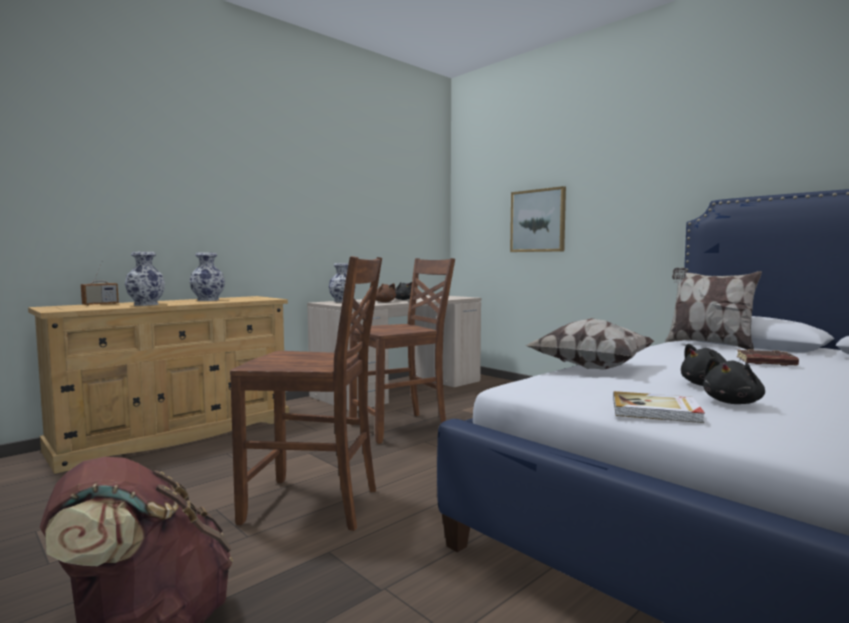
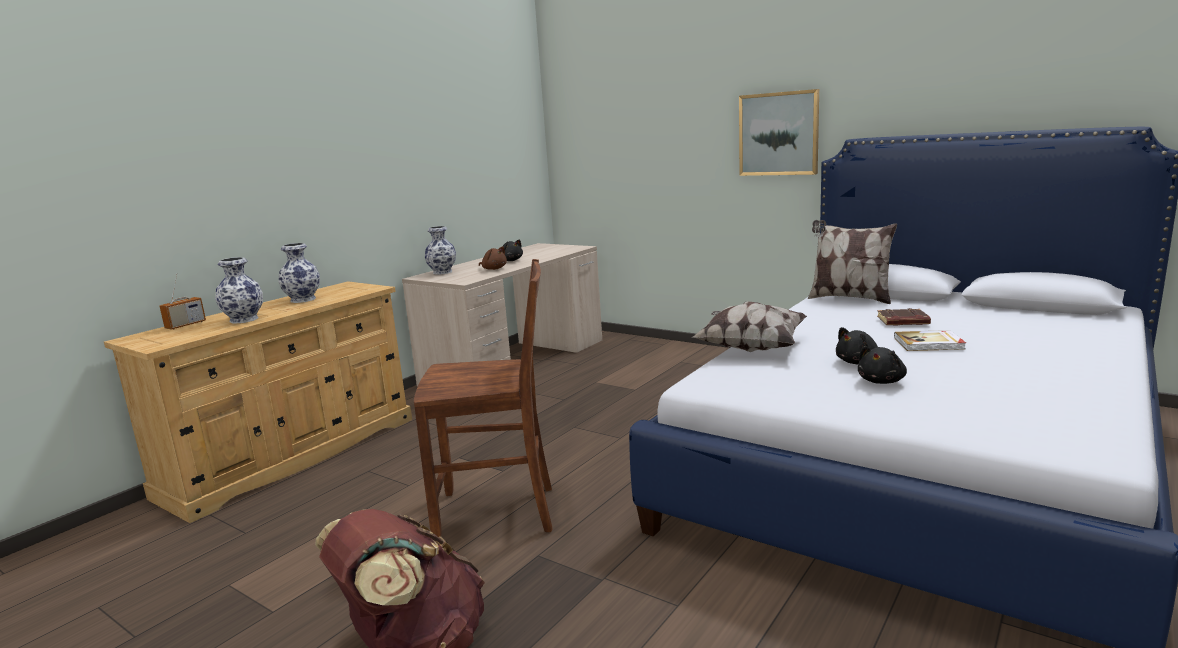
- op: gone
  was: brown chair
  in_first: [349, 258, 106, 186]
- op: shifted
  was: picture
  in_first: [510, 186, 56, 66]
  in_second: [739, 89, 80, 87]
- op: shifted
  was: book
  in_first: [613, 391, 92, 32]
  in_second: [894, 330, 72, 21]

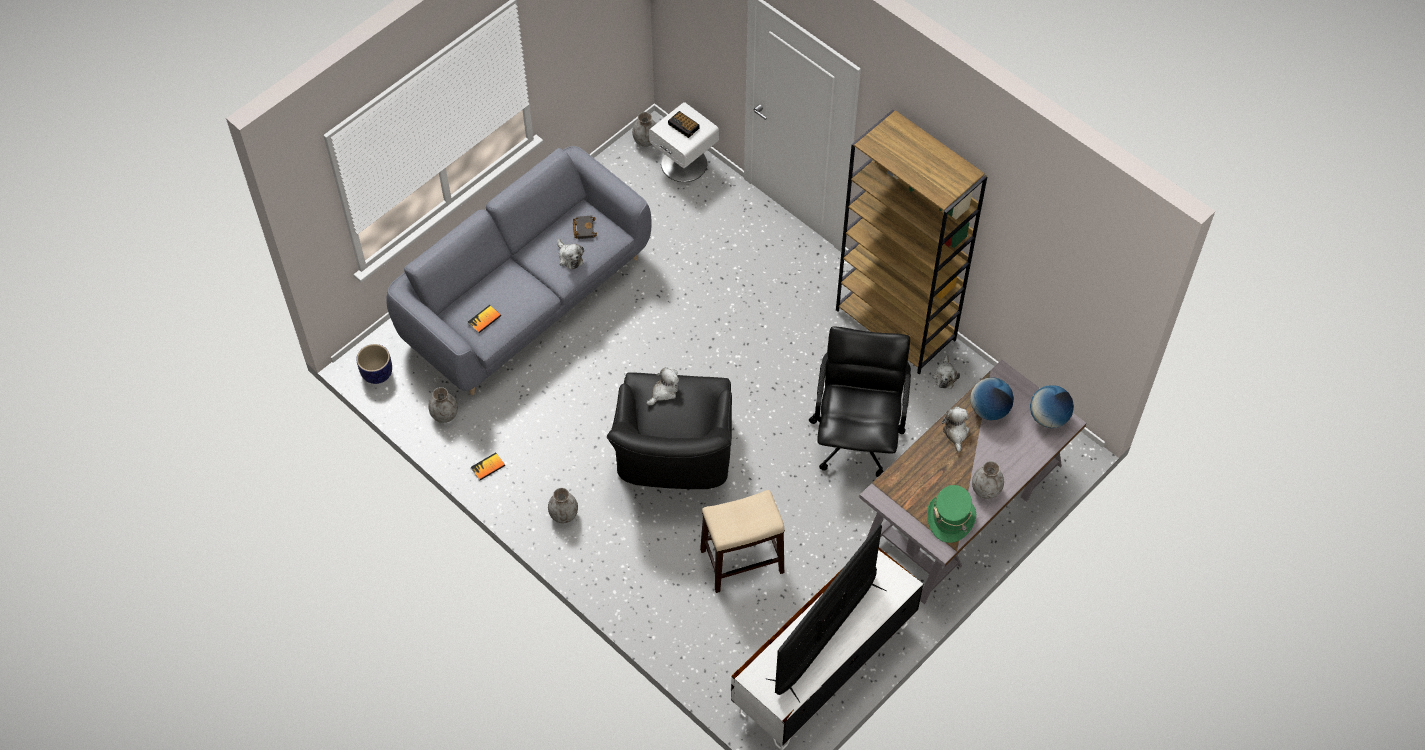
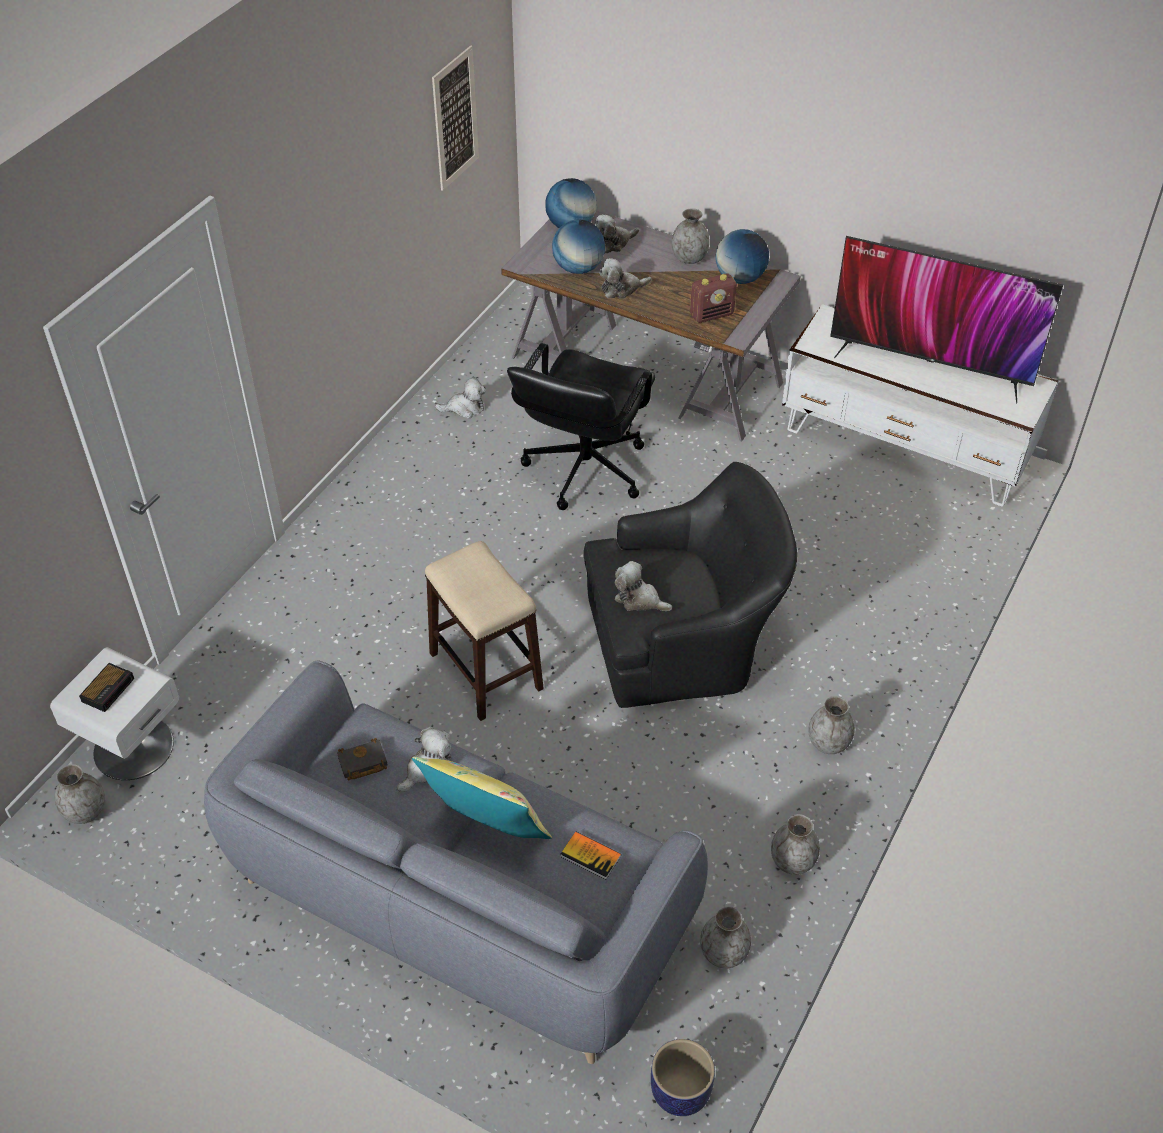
- op: swapped
  was: book
  now: grey vase
  in_first: [471, 453, 34, 27]
  in_second: [771, 814, 49, 61]
- op: shifted
  was: stool
  in_first: [700, 490, 85, 103]
  in_second: [425, 541, 119, 180]
- op: rotated
  was: black office chair
  in_first: [809, 327, 102, 150]
  in_second: [507, 343, 149, 167]
  clockwise: -60
- op: gone
  was: brown bookcase
  in_first: [836, 110, 152, 264]
- op: swapped
  was: green hat
  now: globe
  in_first: [927, 485, 49, 58]
  in_second: [716, 229, 53, 55]
- op: new
  now: yellow pillow
  in_second: [412, 757, 140, 82]
- op: new
  now: picture
  in_second: [432, 45, 47, 146]
- op: new
  now: plush toy
  in_second: [595, 215, 44, 39]
- op: new
  now: radio
  in_second: [690, 273, 47, 50]

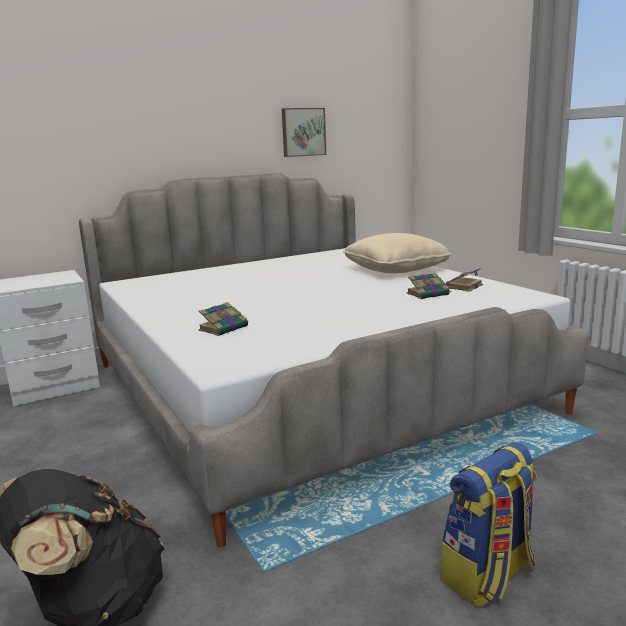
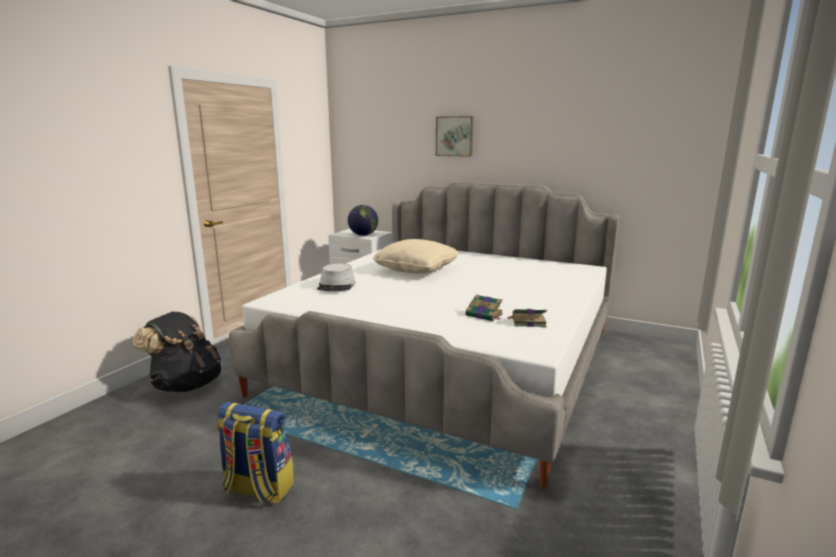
- op: swapped
  was: book
  now: grey hat
  in_first: [198, 302, 51, 34]
  in_second: [317, 263, 38, 28]
- op: shifted
  was: picture
  in_first: [282, 108, 44, 49]
  in_second: [436, 116, 38, 41]
- op: shifted
  was: beige pillow
  in_first: [343, 233, 108, 40]
  in_second: [372, 239, 87, 35]
- op: new
  now: globe
  in_second: [348, 205, 30, 31]

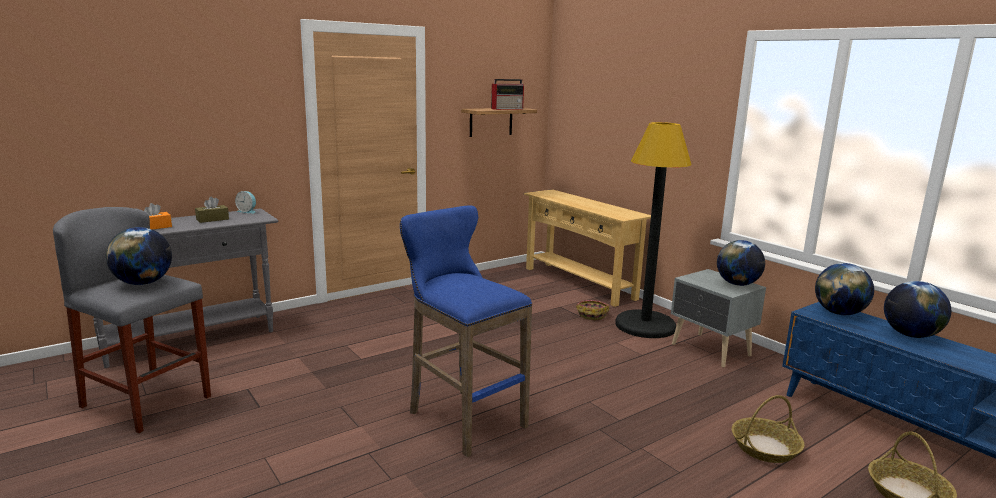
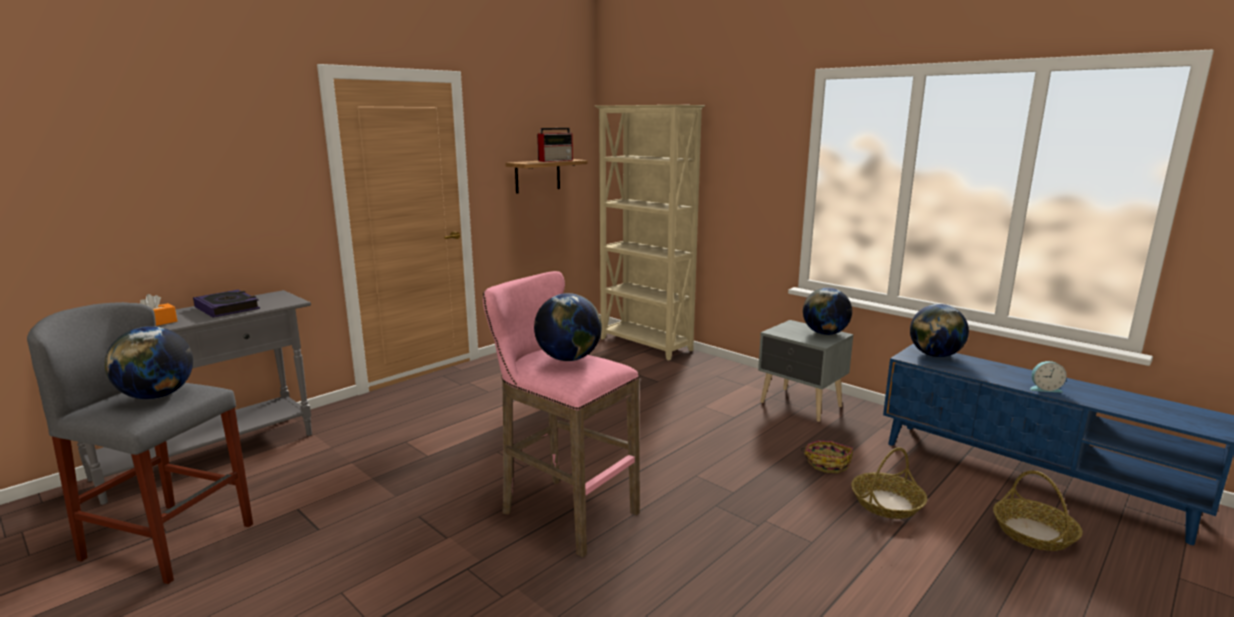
- op: swapped
  was: brown tissue box
  now: book
  in_first: [195, 197, 34, 26]
  in_second: [193, 290, 67, 28]
- op: shifted
  was: alarm clock
  in_first: [235, 191, 21, 23]
  in_second: [1030, 361, 37, 31]
- op: repainted
  was: blue stool
  now: pink stool
  in_first: [400, 206, 132, 251]
  in_second: [483, 271, 157, 287]
- op: swapped
  was: beige console table
  now: beige bookcase
  in_first: [524, 189, 127, 118]
  in_second: [595, 105, 110, 255]
- op: shifted
  was: basket
  in_first: [576, 300, 33, 20]
  in_second: [801, 441, 52, 32]
- op: gone
  was: black floor lamp
  in_first: [615, 122, 77, 216]
- op: shifted
  was: globe
  in_first: [884, 281, 67, 57]
  in_second: [534, 293, 68, 68]

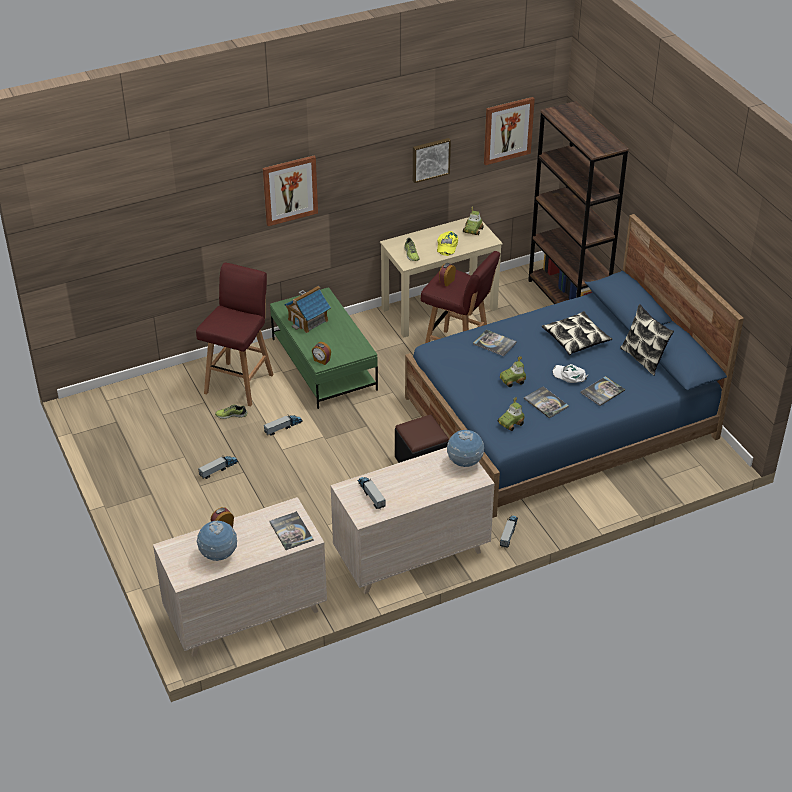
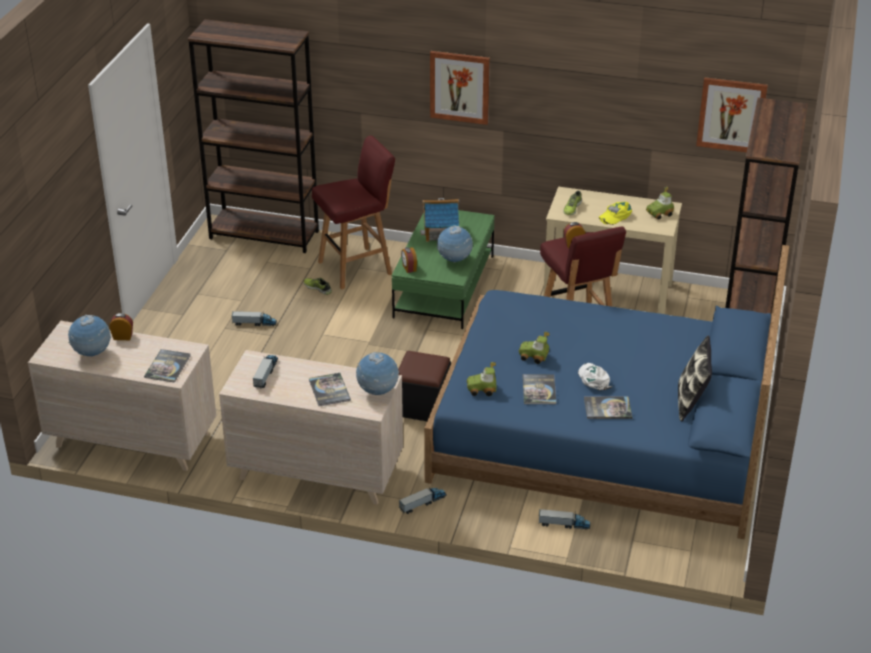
- op: shifted
  was: toy truck
  in_first: [264, 414, 39, 22]
  in_second: [539, 509, 51, 21]
- op: gone
  was: picture
  in_first: [413, 138, 38, 45]
- op: shifted
  was: book
  in_first: [473, 330, 44, 26]
  in_second: [309, 373, 42, 33]
- op: gone
  was: pillow
  in_first: [542, 311, 70, 44]
- op: new
  now: brown bookcase
  in_second: [188, 19, 131, 234]
- op: new
  now: globe
  in_second: [437, 225, 36, 38]

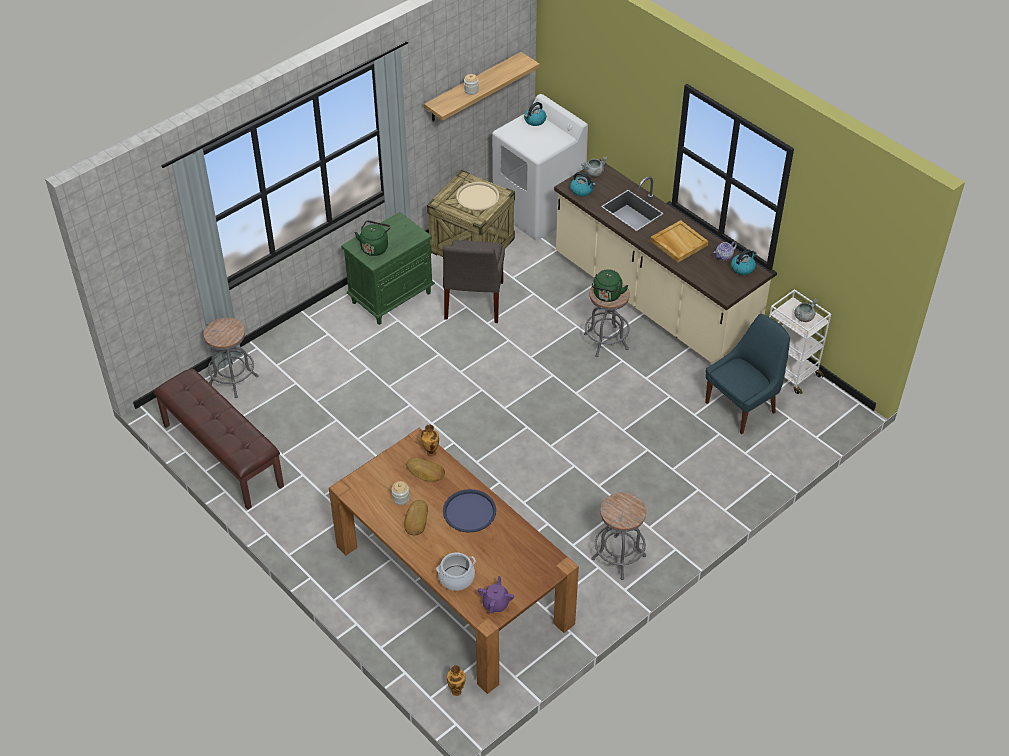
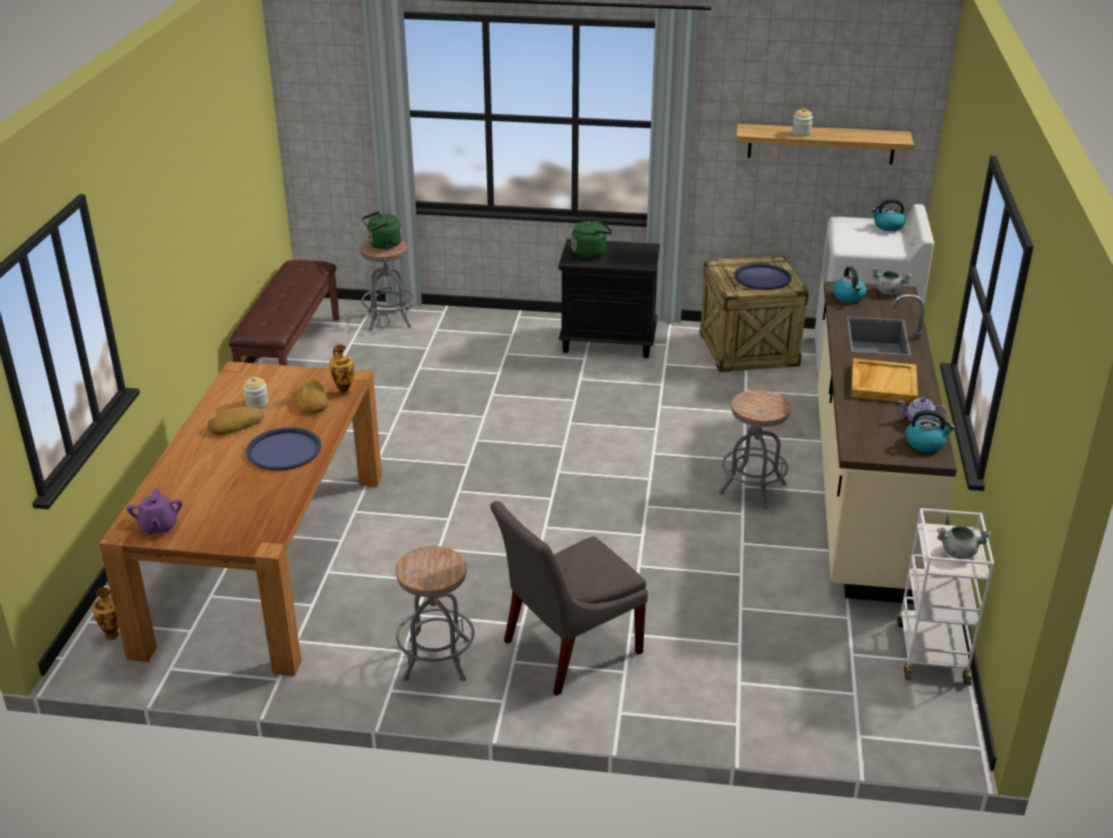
- op: repainted
  was: green nightstand
  now: black nightstand
  in_first: [341, 212, 94, 113]
  in_second: [558, 239, 102, 119]
- op: gone
  was: cooking pot
  in_first: [436, 553, 40, 38]
- op: shifted
  was: grey chair
  in_first: [443, 240, 62, 83]
  in_second: [490, 501, 158, 195]
- op: repainted
  was: beige tray
  now: blue tray
  in_first: [456, 182, 43, 29]
  in_second: [734, 263, 58, 27]
- op: rotated
  was: purple teapot
  in_first: [478, 576, 36, 37]
  in_second: [127, 488, 55, 47]
  clockwise: 105
- op: shifted
  was: green kettle
  in_first: [592, 269, 36, 33]
  in_second: [362, 211, 40, 38]
- op: gone
  was: blue chair
  in_first: [705, 314, 85, 120]

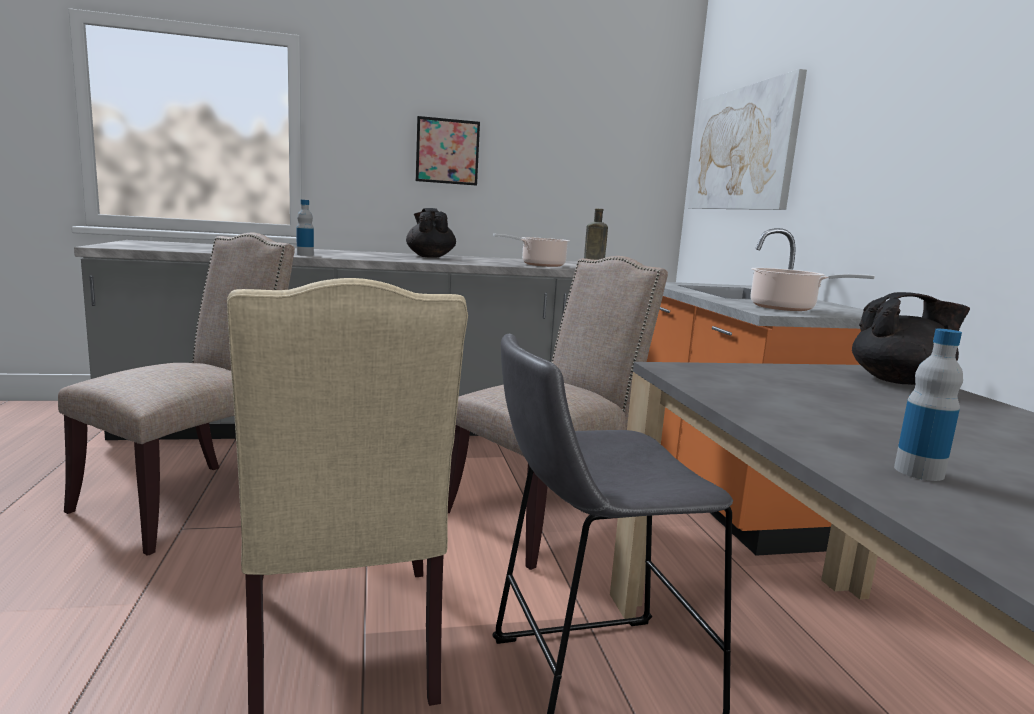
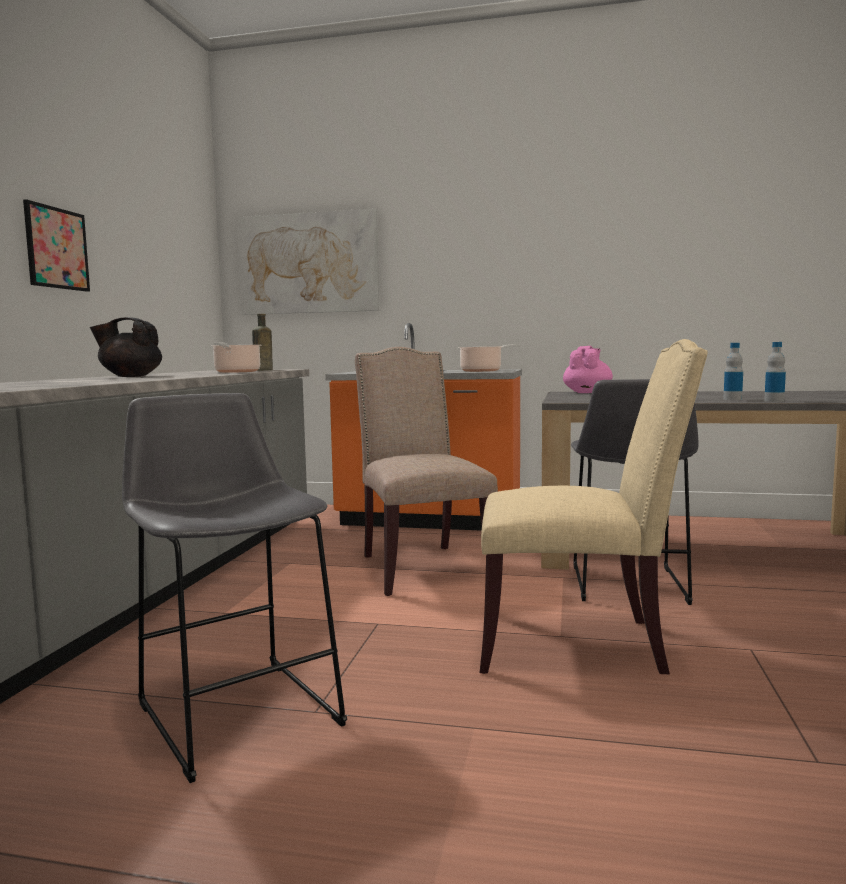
- op: swapped
  was: beige chair
  now: grey stool
  in_first: [58, 233, 237, 323]
  in_second: [122, 393, 225, 390]
- op: shifted
  was: bottle
  in_first: [296, 200, 18, 56]
  in_second: [764, 342, 22, 60]
- op: repainted
  was: black teapot
  now: pink teapot
  in_first: [852, 292, 118, 93]
  in_second: [563, 346, 50, 47]

